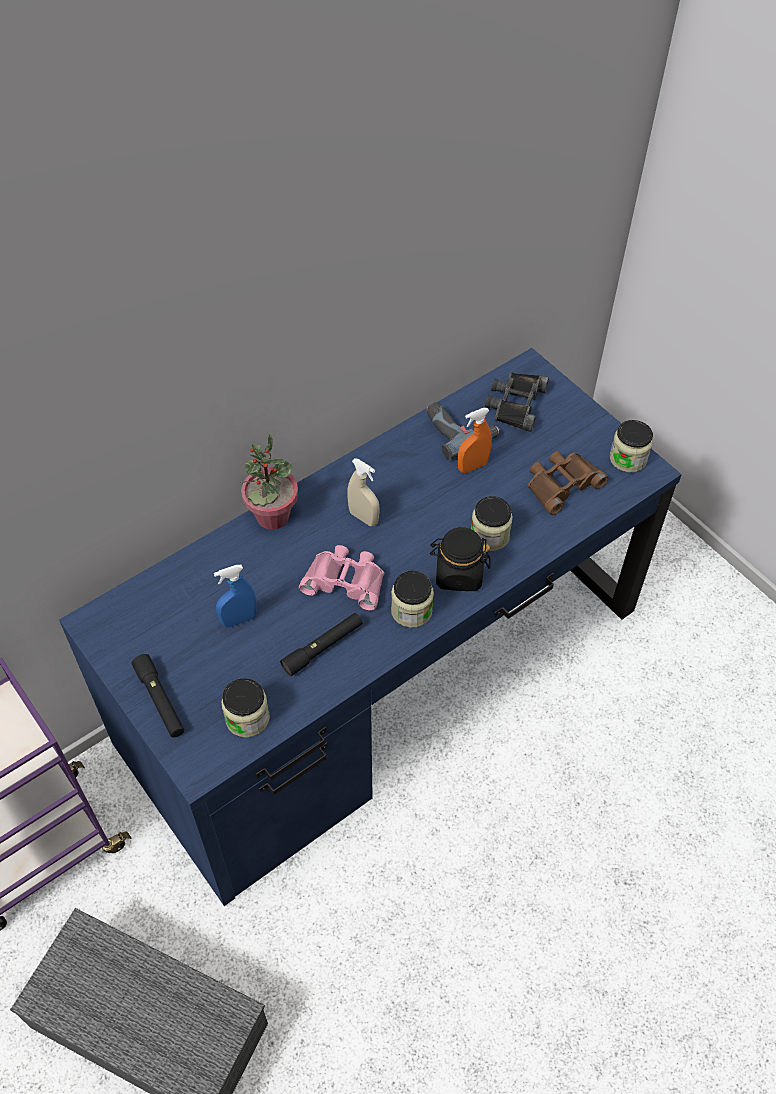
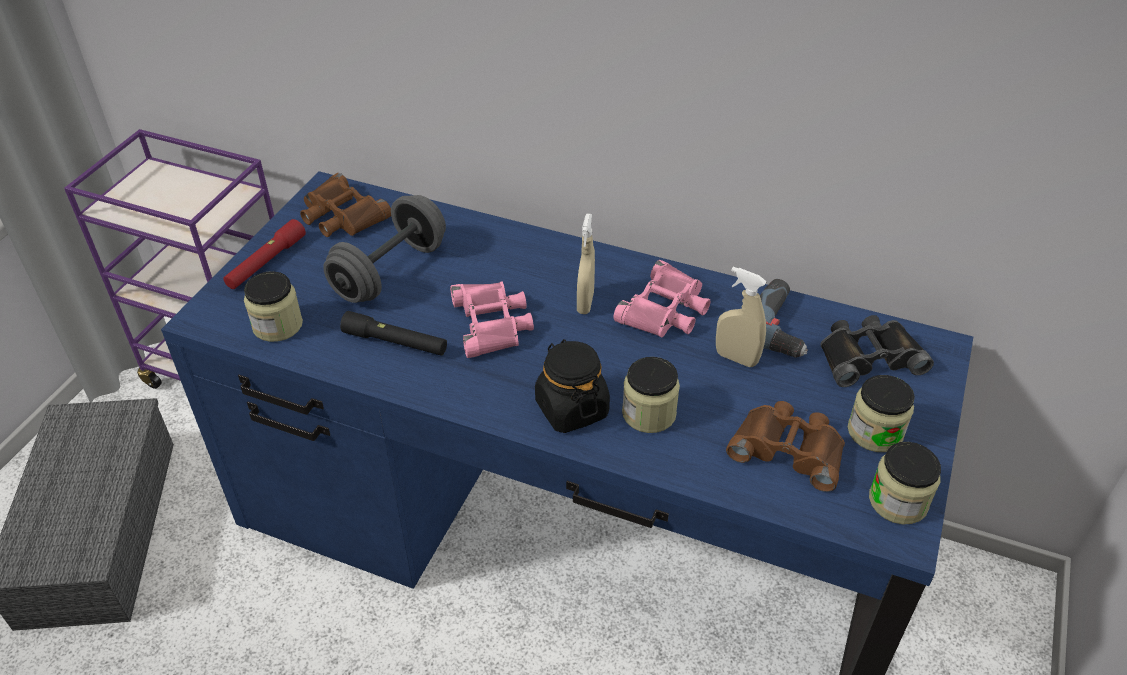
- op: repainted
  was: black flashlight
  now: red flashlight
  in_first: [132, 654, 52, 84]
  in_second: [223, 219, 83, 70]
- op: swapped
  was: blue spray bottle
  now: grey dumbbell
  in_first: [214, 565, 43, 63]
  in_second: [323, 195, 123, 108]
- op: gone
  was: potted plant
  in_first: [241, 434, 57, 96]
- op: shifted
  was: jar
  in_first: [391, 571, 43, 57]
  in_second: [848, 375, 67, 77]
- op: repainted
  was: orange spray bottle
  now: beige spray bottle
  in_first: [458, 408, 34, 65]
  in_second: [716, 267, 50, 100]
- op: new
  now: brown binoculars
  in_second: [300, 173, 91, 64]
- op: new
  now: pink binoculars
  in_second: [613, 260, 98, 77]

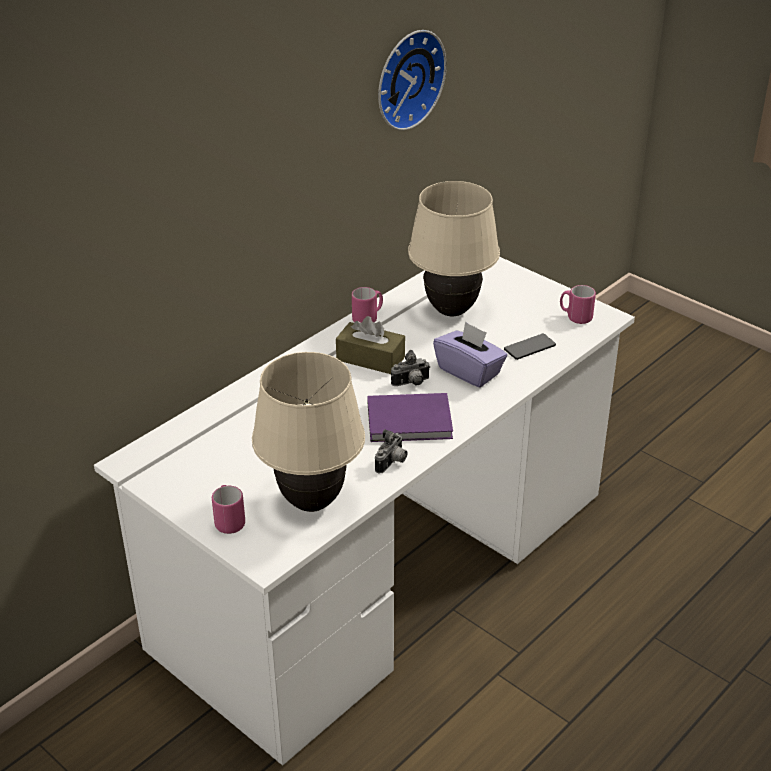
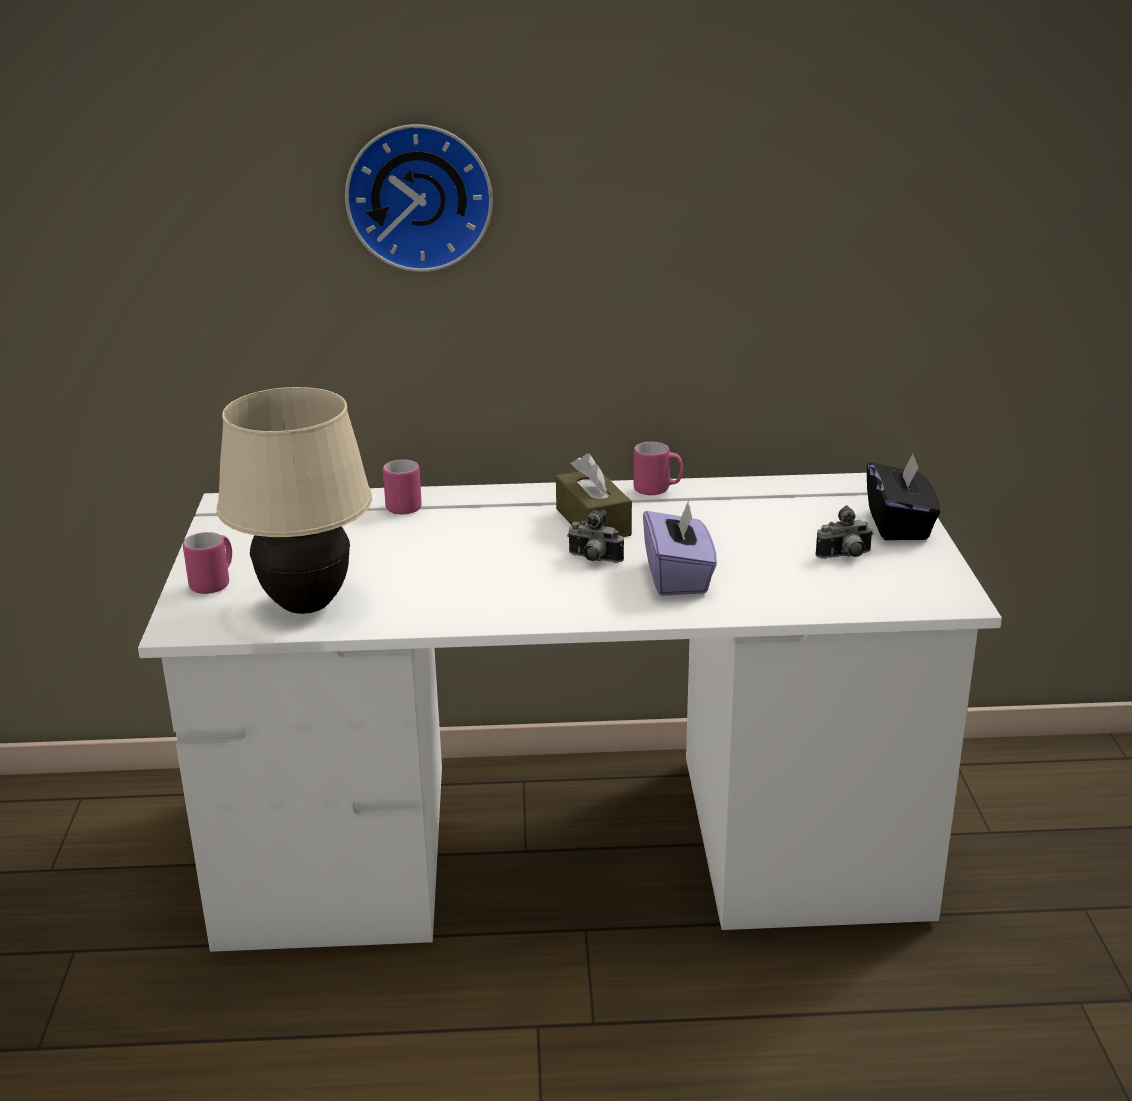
- op: gone
  was: purple book
  in_first: [367, 393, 86, 49]
- op: shifted
  was: photo camera
  in_first: [375, 429, 33, 44]
  in_second: [815, 506, 58, 53]
- op: shifted
  was: wall clock
  in_first: [378, 30, 69, 101]
  in_second: [345, 124, 148, 148]
- op: gone
  was: beige table lamp
  in_first: [408, 181, 92, 135]
- op: gone
  was: phone
  in_first: [504, 334, 52, 26]
- op: shifted
  was: pink mug
  in_first: [560, 285, 36, 39]
  in_second: [383, 459, 39, 56]
- op: new
  now: black tissue box
  in_second: [867, 453, 73, 87]

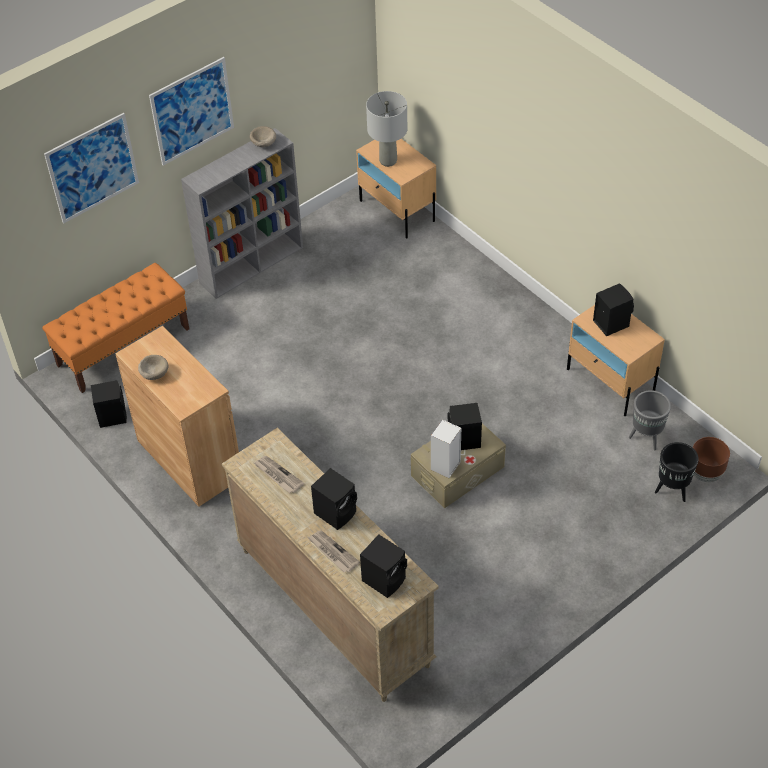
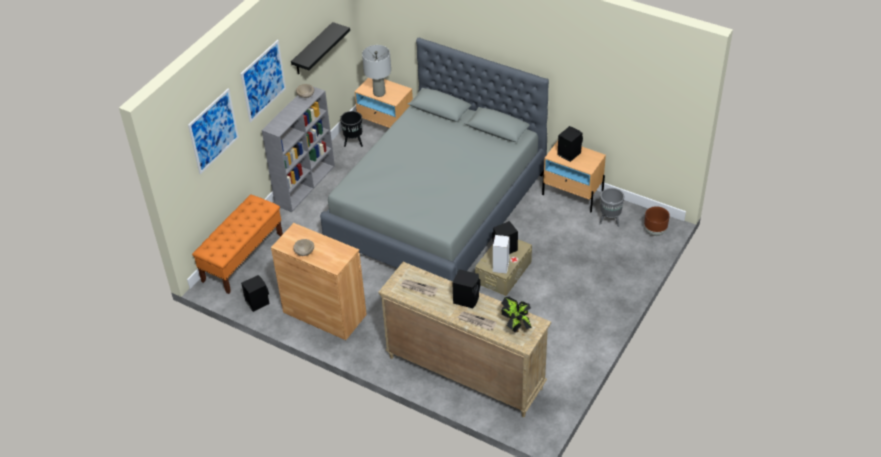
- op: swapped
  was: black speaker
  now: potted plant
  in_first: [360, 534, 47, 64]
  in_second: [501, 297, 31, 36]
- op: shifted
  was: black planter
  in_first: [655, 442, 44, 60]
  in_second: [340, 111, 23, 36]
- op: new
  now: black shelf
  in_second: [291, 22, 59, 52]
- op: new
  now: grey bed
  in_second: [320, 38, 229, 244]

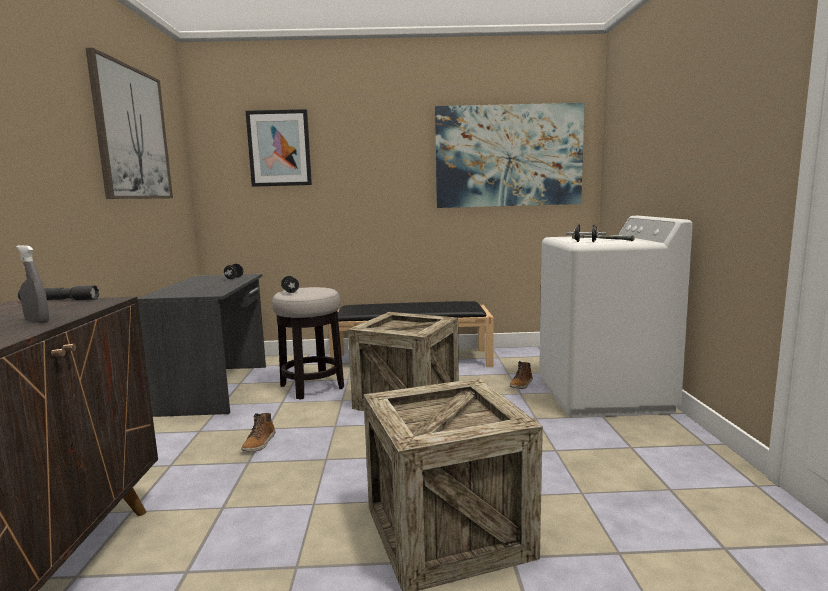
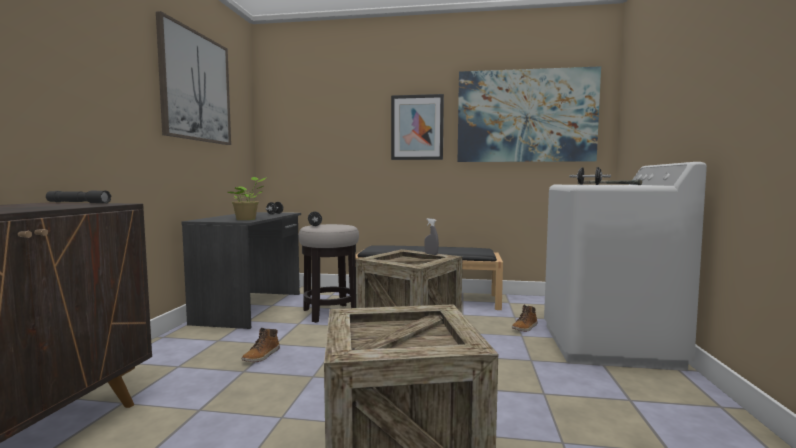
- op: shifted
  was: grey spray bottle
  in_first: [16, 245, 33, 78]
  in_second: [424, 218, 15, 37]
- op: shifted
  was: picture
  in_first: [246, 109, 66, 78]
  in_second: [391, 94, 53, 66]
- op: new
  now: potted plant
  in_second: [228, 177, 39, 43]

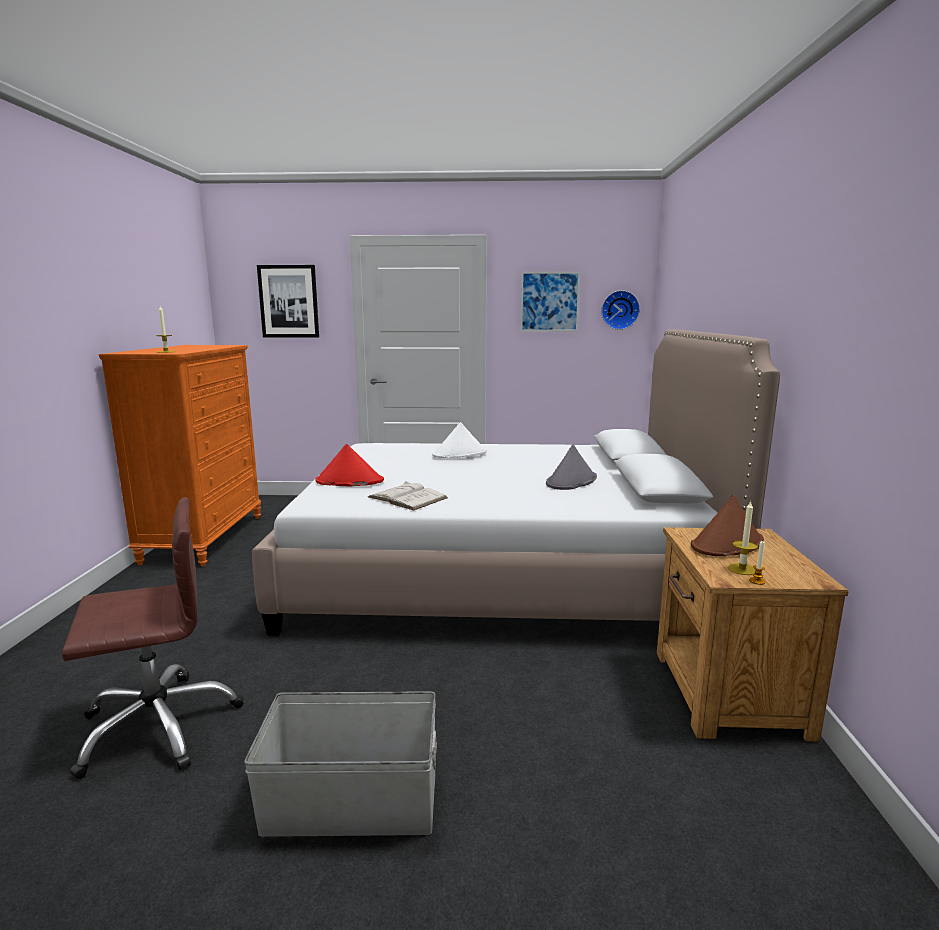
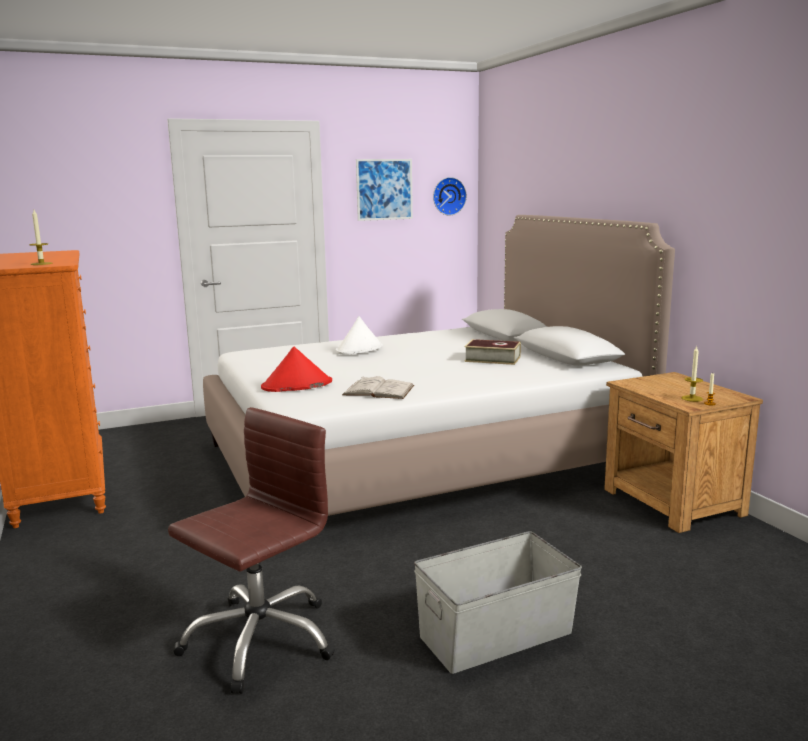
- op: gone
  was: picture
  in_first: [257, 265, 62, 72]
- op: swapped
  was: grey hat
  now: book
  in_first: [546, 444, 51, 46]
  in_second: [464, 339, 57, 26]
- op: gone
  was: brown hat
  in_first: [691, 495, 73, 61]

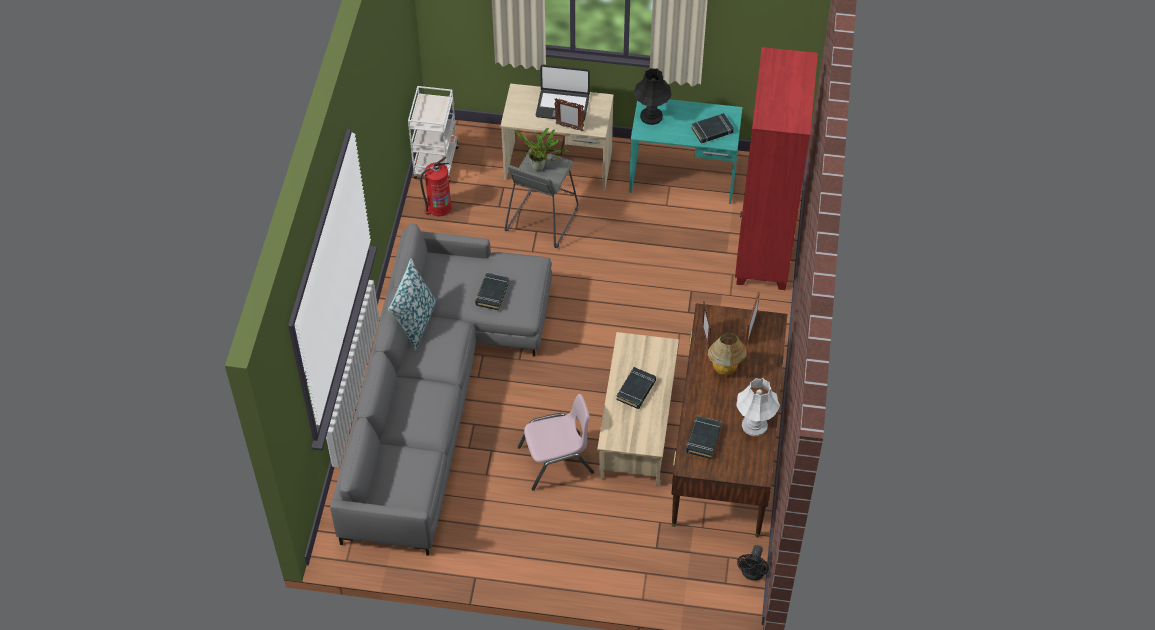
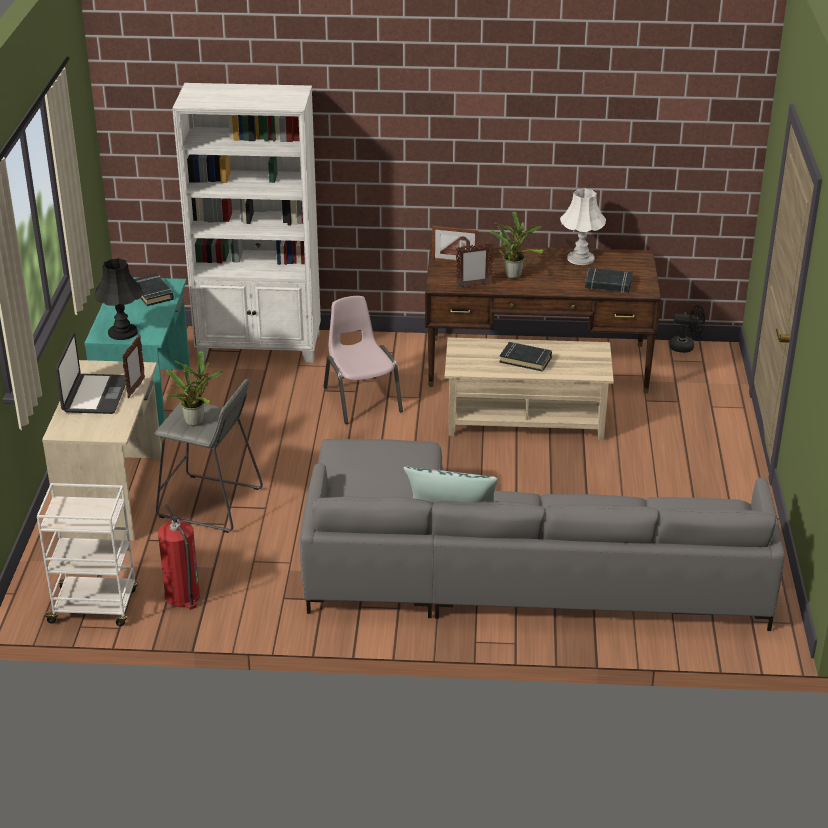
- op: gone
  was: black book
  in_first: [475, 273, 34, 38]
- op: shifted
  was: pink chair
  in_first: [518, 394, 76, 96]
  in_second: [324, 296, 79, 128]
- op: swapped
  was: table lamp
  now: potted plant
  in_first: [708, 333, 39, 42]
  in_second: [490, 211, 53, 68]
- op: repainted
  was: red bookcase
  now: white bookcase
  in_first: [735, 47, 83, 243]
  in_second: [172, 83, 149, 280]

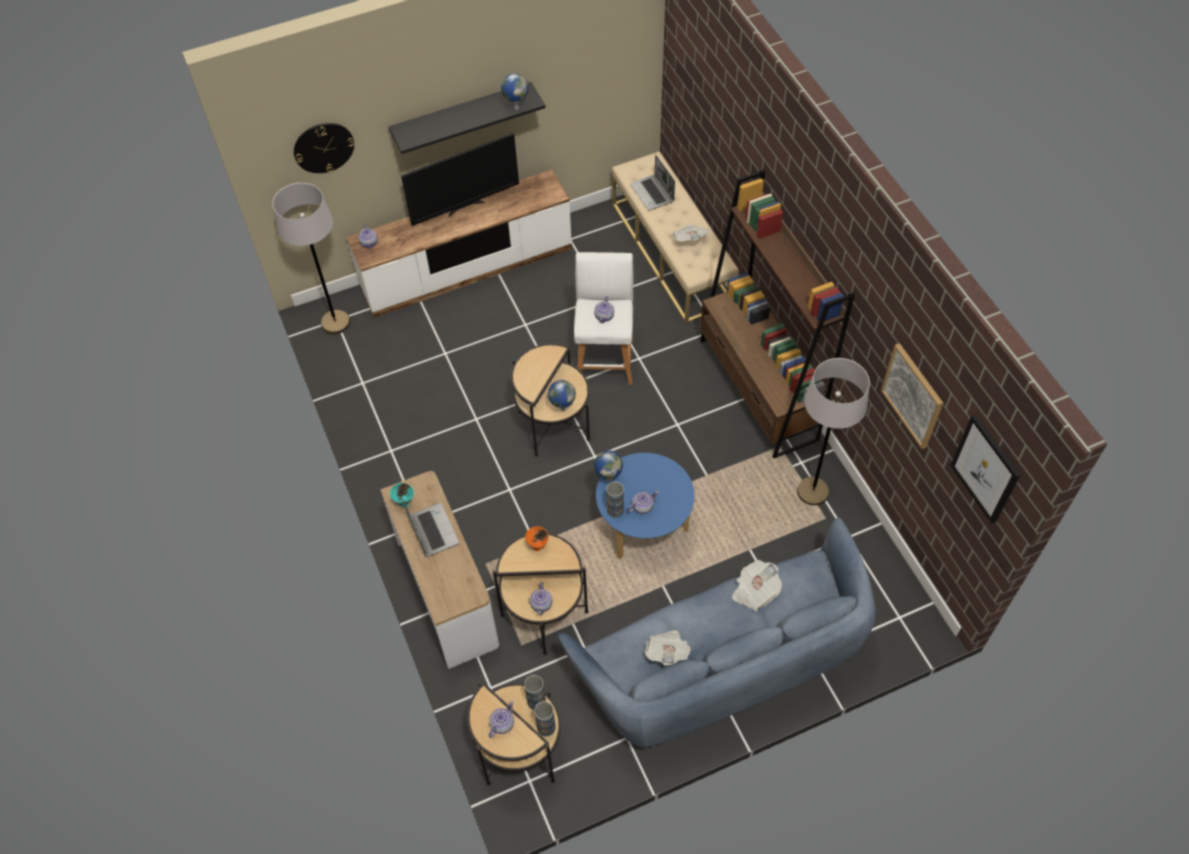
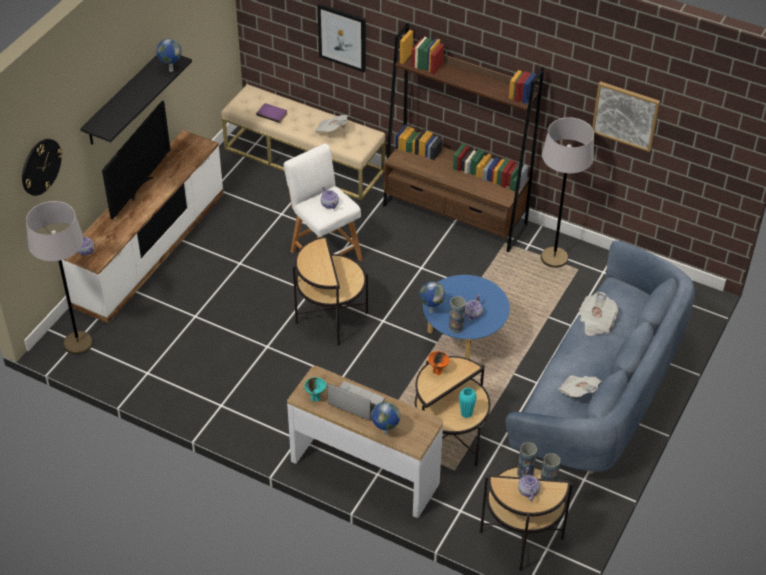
- op: swapped
  was: teapot
  now: turquoise vase
  in_first: [530, 582, 23, 33]
  in_second: [459, 388, 18, 30]
- op: shifted
  was: globe
  in_first: [548, 380, 28, 31]
  in_second: [372, 402, 28, 33]
- op: swapped
  was: laptop
  now: purple book
  in_first: [630, 155, 45, 56]
  in_second: [256, 103, 31, 20]
- op: shifted
  was: picture
  in_first: [950, 414, 70, 110]
  in_second: [317, 4, 49, 68]

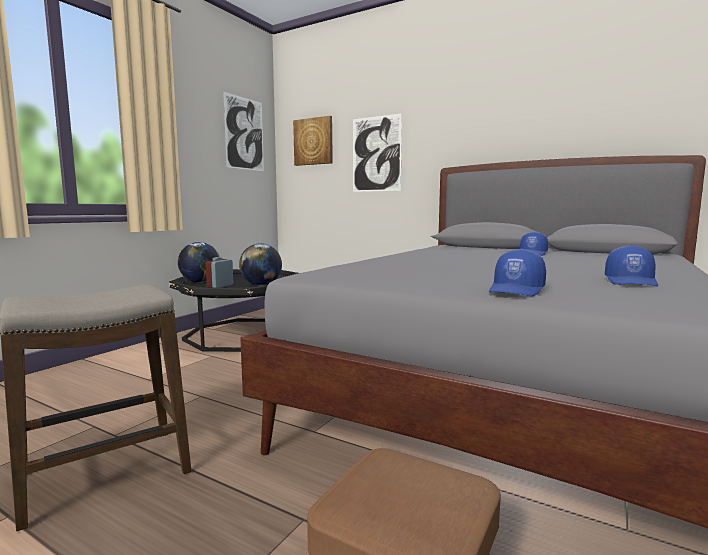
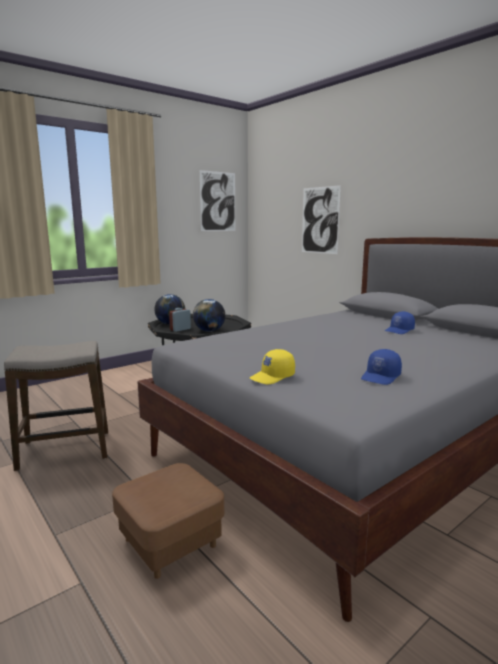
- op: gone
  was: picture
  in_first: [293, 116, 40, 50]
- op: repainted
  was: blue cap
  now: yellow cap
  in_first: [489, 248, 57, 48]
  in_second: [250, 349, 45, 35]

